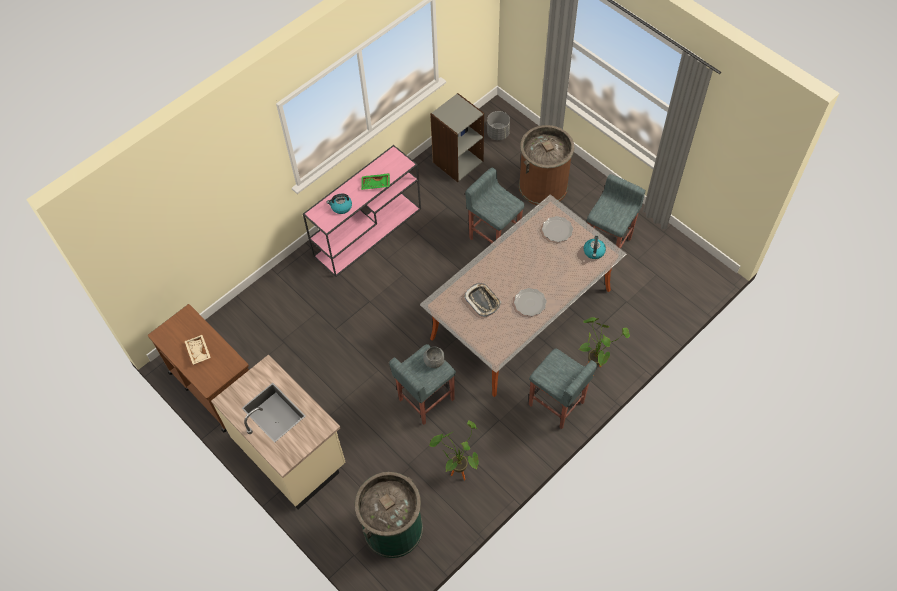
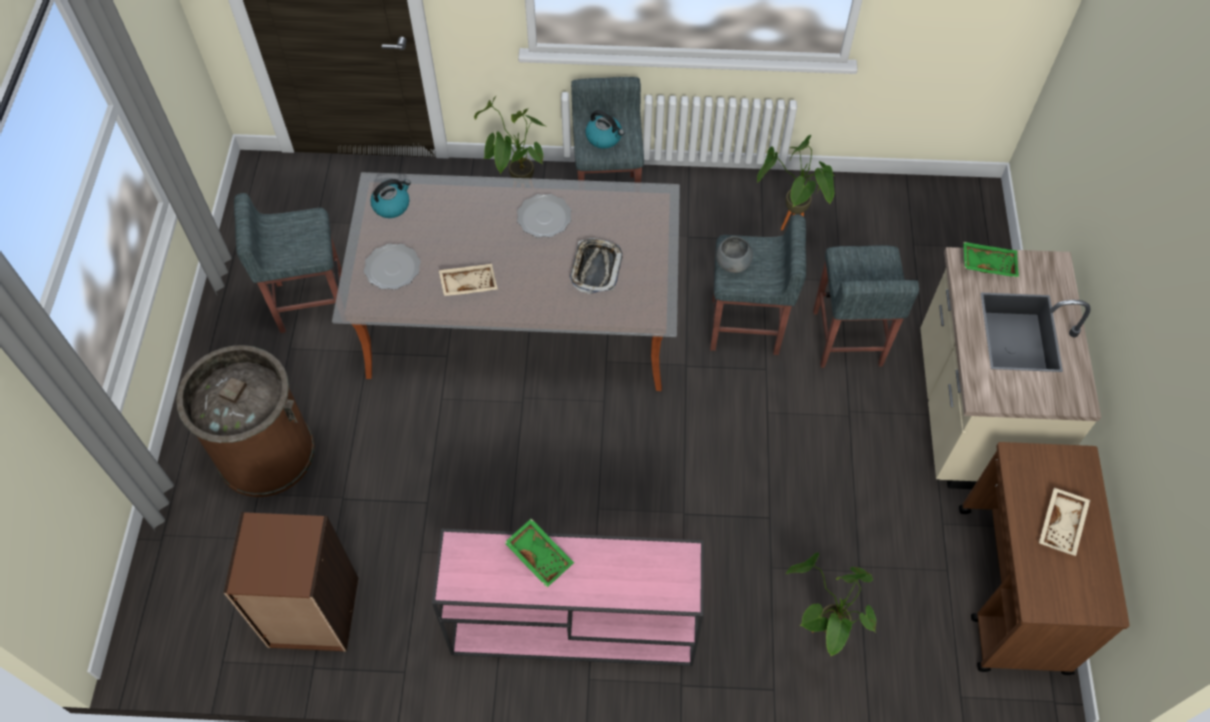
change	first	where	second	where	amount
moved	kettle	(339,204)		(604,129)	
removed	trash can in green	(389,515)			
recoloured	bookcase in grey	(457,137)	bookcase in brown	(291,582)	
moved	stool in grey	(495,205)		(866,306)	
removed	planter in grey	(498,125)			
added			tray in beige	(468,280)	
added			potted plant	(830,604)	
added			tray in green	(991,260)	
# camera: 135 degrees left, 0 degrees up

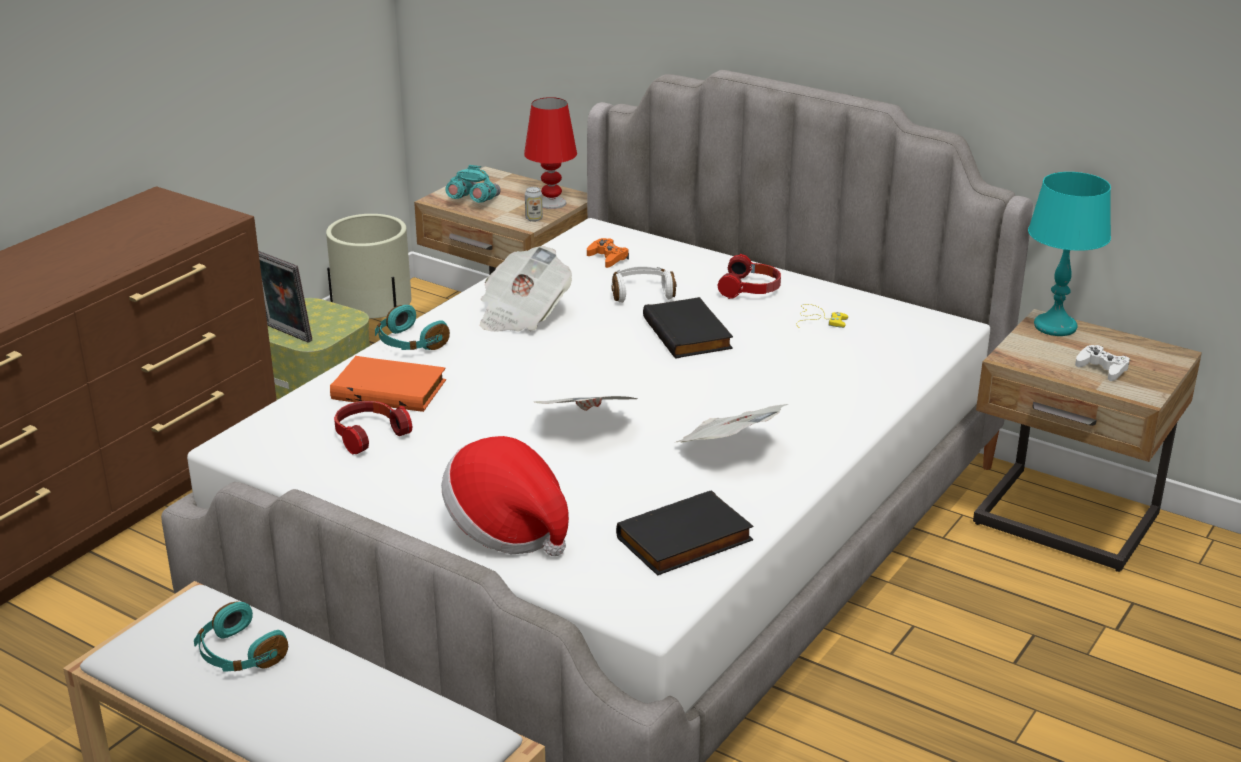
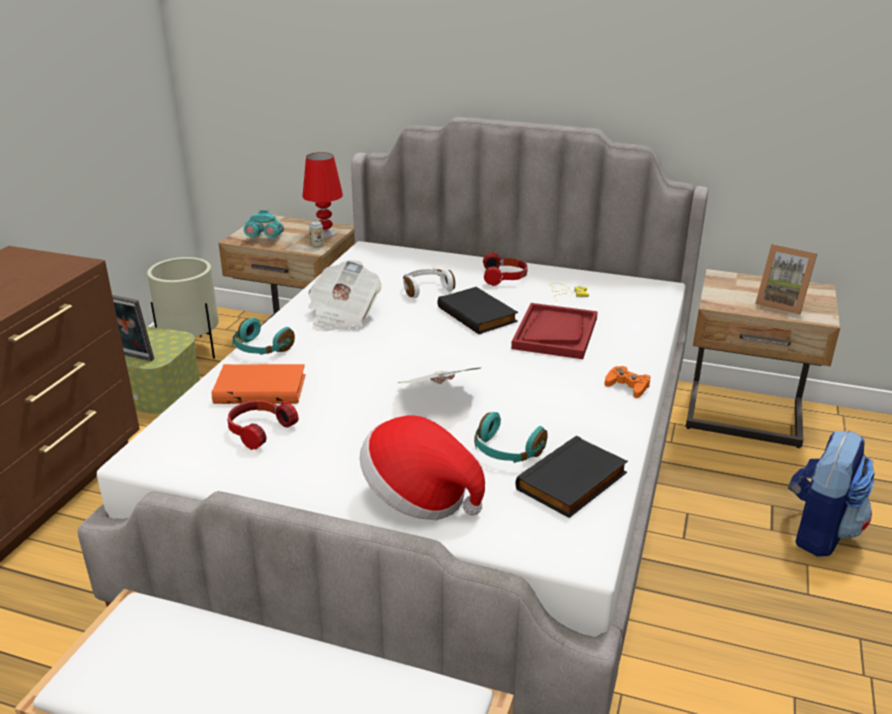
change	first	where	second	where	amount
moved	headphones in turquoise	(241,636)		(511,437)	
moved	game controller in orange	(608,253)		(627,382)	
removed	newspaper	(731,423)			
removed	table lamp in turquoise	(1069,254)			
replaced	game controller in white	(1102,363)	picture frame	(786,279)	
added			tray in red	(554,331)	
added			backpack	(831,493)	
# camera: 15 degrees left, 0 degrees up

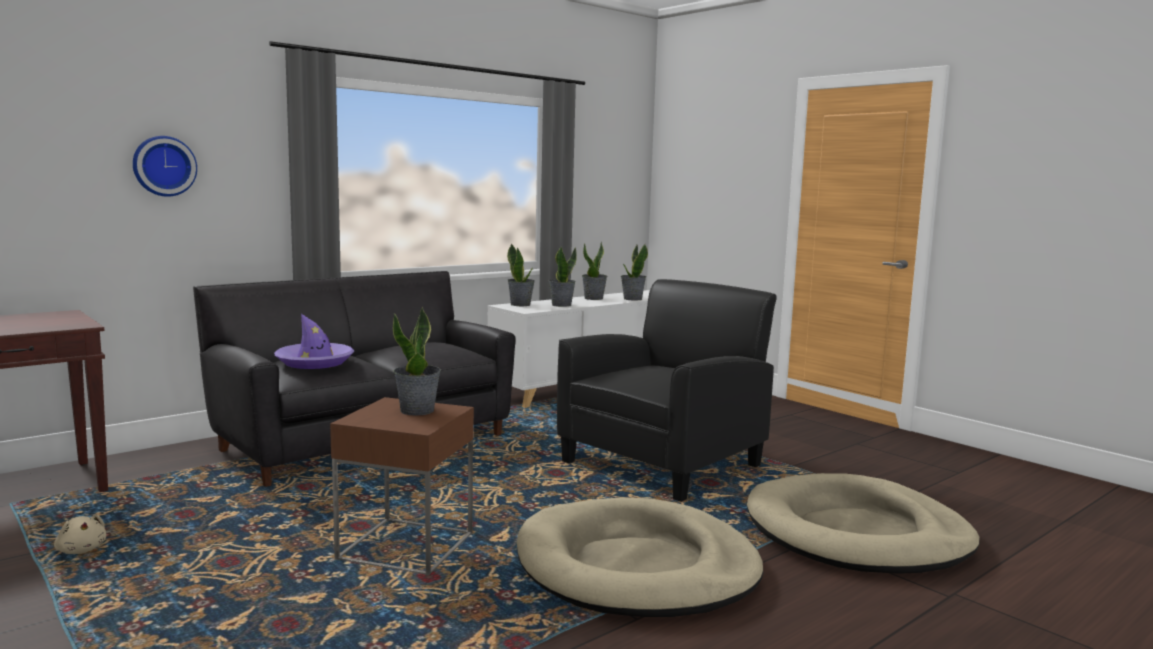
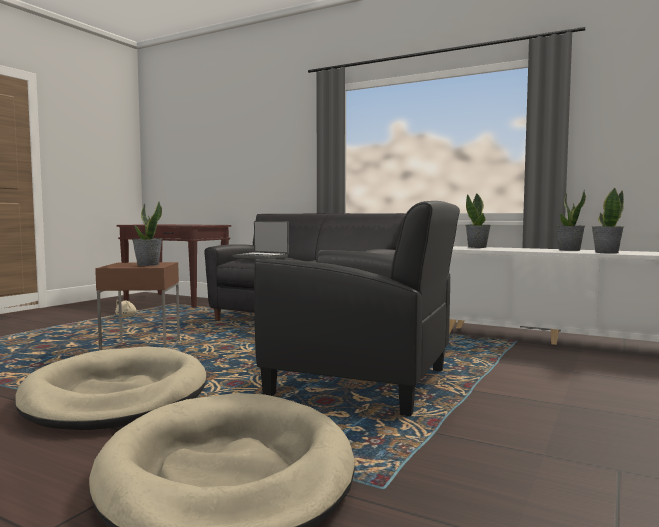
change	first	where	second	where	amount
removed	wall clock	(165,166)			
replaced	hat in purple	(314,341)	laptop	(261,240)	
removed	potted plant	(562,276)			
# camera: 70 degrees right, 5 degrees down

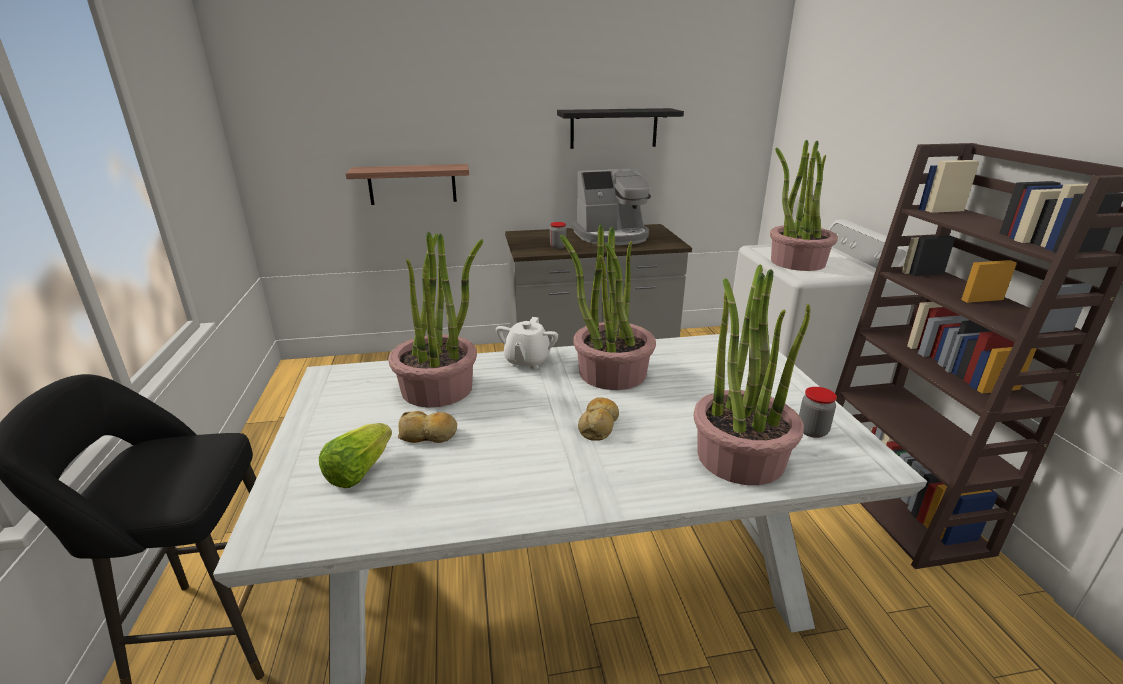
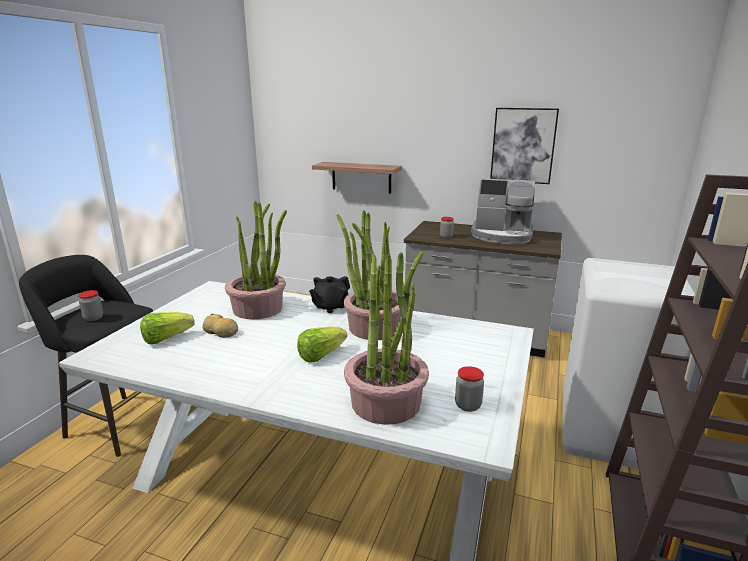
change	first	where	second	where	amount
recoloured	teapot in white	(527,343)	teapot in black	(329,294)	
replaced	shelf in black	(620,128)	picture	(524,146)	
replaced	bread	(598,419)	lettuce	(322,344)	
removed	potted plant	(804,205)			
added			jar	(90,305)	
# camera: 30 degrees right, 5 degrees down

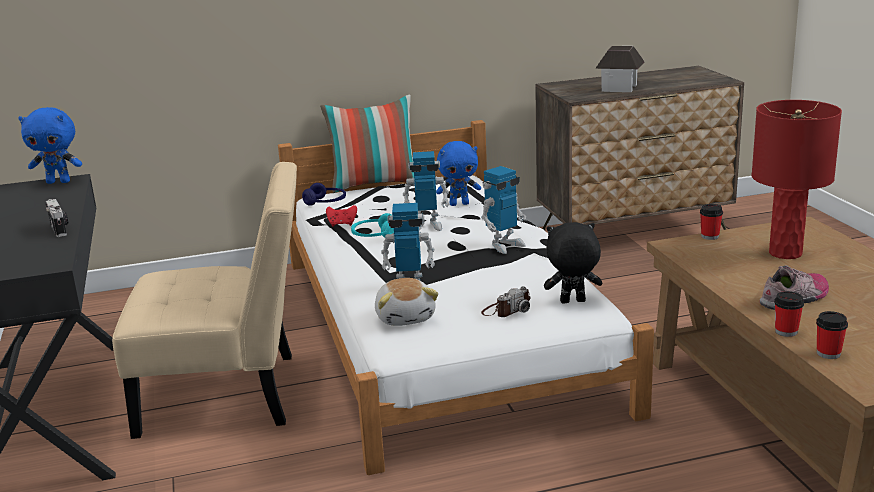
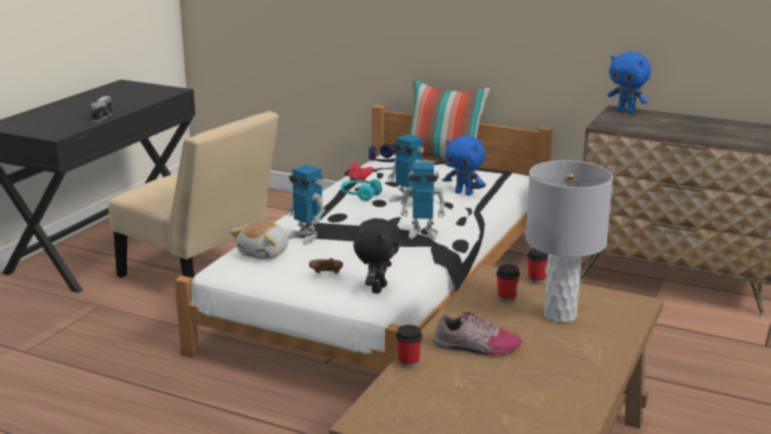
change	first	where	second	where	amount
moved	plush toy in blue	(50,145)		(629,83)	
replaced	photo camera	(506,301)	game controller in brown	(326,266)	
turned	plush toy in black	(573,263)		(377,256)	75 degrees clockwise
removed	toy house	(620,69)			
recoloured	table lamp in red	(796,179)	table lamp in grey	(569,241)	
moved	cup	(832,335)		(508,283)	
# camera: 40 degrees right, 0 degrees up

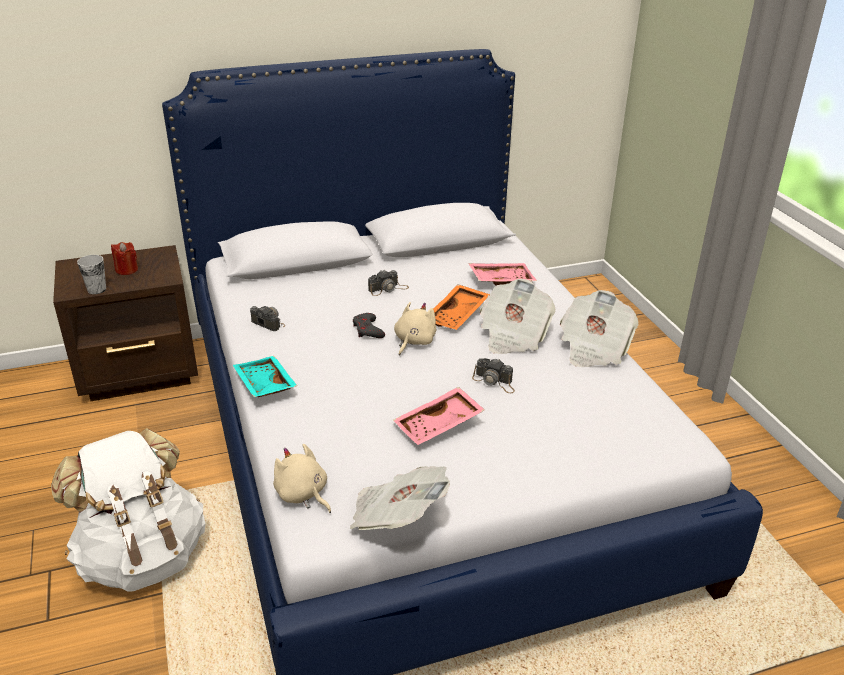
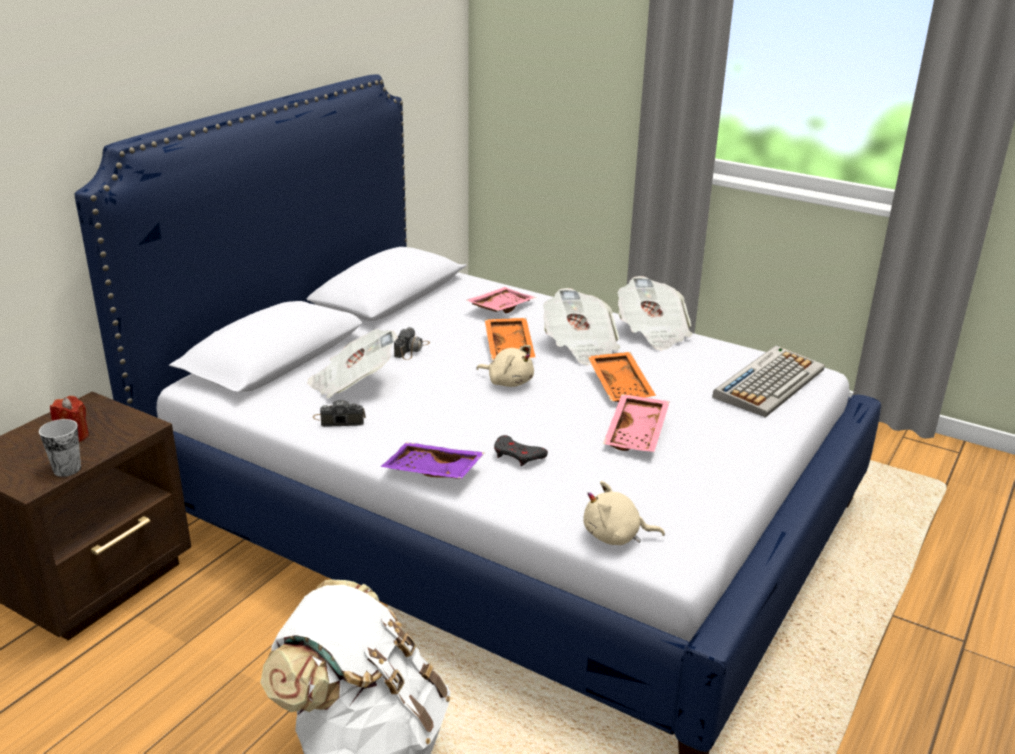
change	first	where	second	where	amount
recoloured	tray in turquoise	(265,376)	tray in purple	(432,460)	
moved	newspaper	(400,498)		(352,363)	
moved	game controller in grey	(369,325)		(521,450)	
turned	plush toy in beige	(415,329)		(505,366)	135 degrees clockwise
replaced	photo camera	(493,375)	tray in orange	(622,377)	
added			keyboard	(768,381)	
# camera: 40 degrees left, 5 degrees down

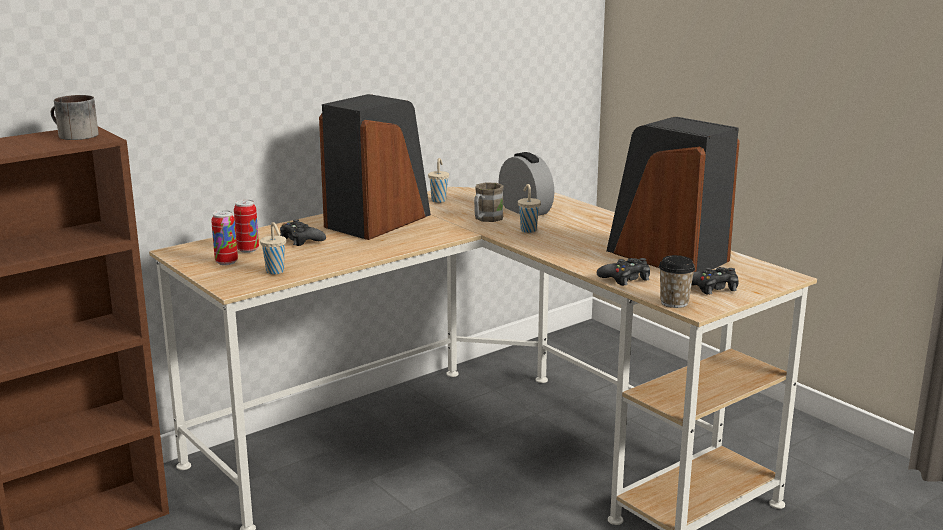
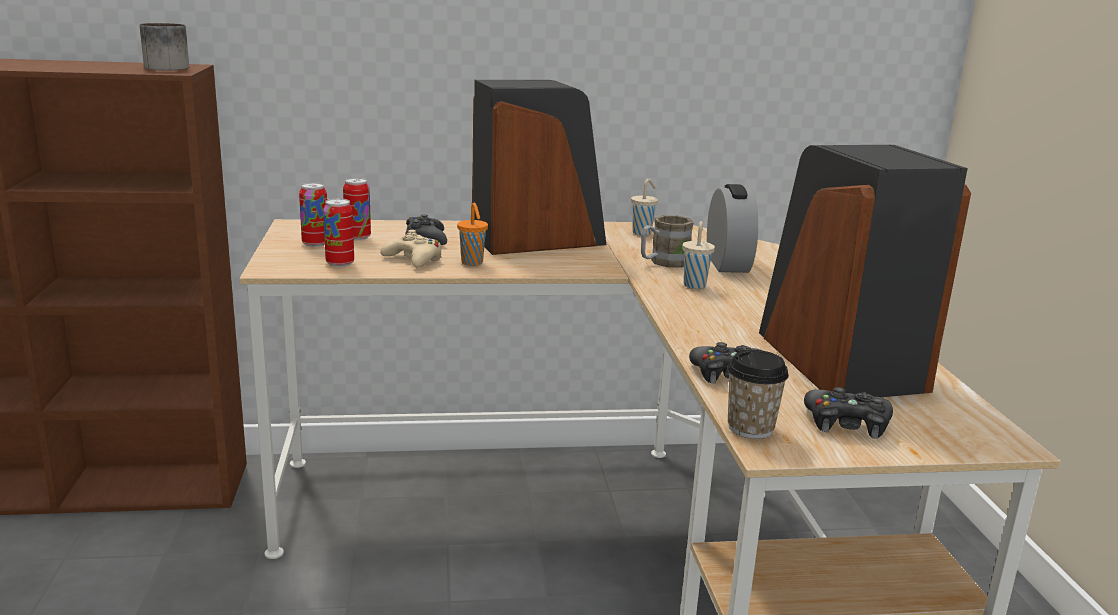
change	first	where	second	where	amount
replaced	cup in beige	(273,248)	can	(338,232)	
added			game controller in beige	(410,248)	
added			cup in orange	(472,234)	
# camera: 30 degrees right, 0 degrees up

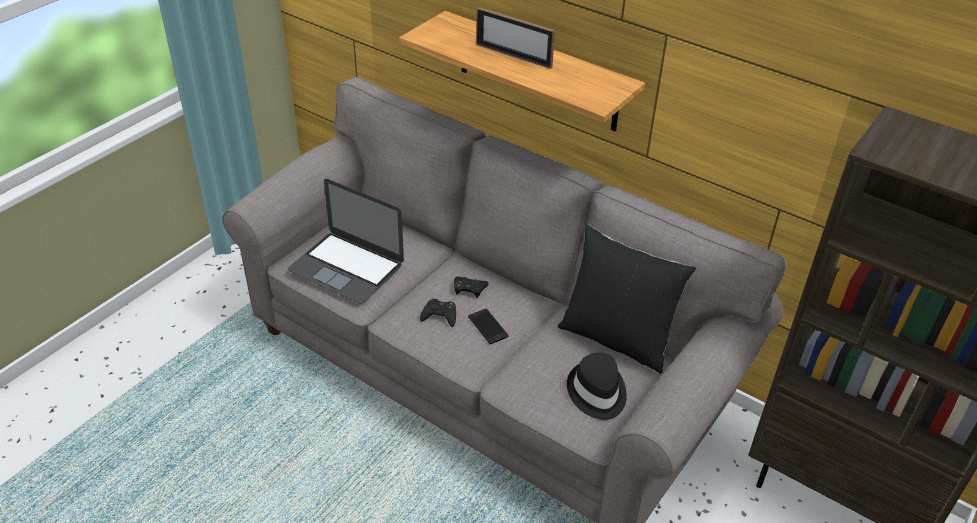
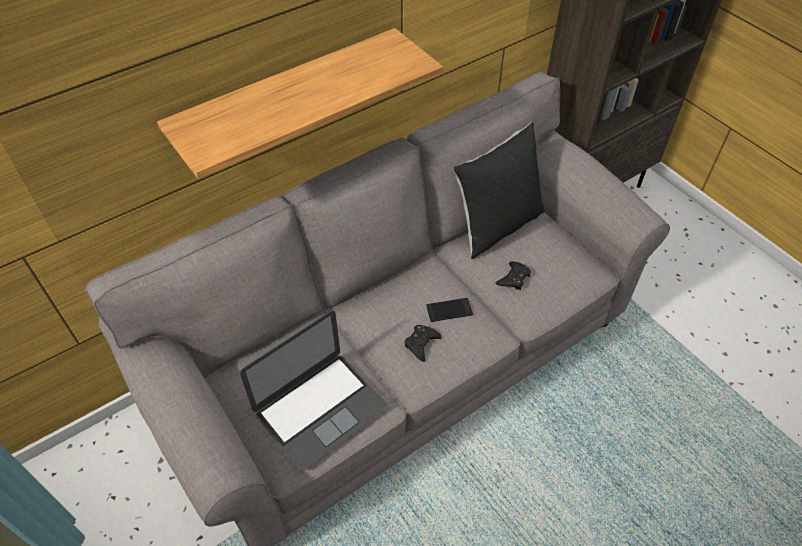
change	first	where	second	where	amount
moved	game controller in black	(471,287)		(513,275)	
removed	picture frame	(515,38)			
removed	hat in black	(597,386)			
# camera: 70 degrees left, 10 degrees up

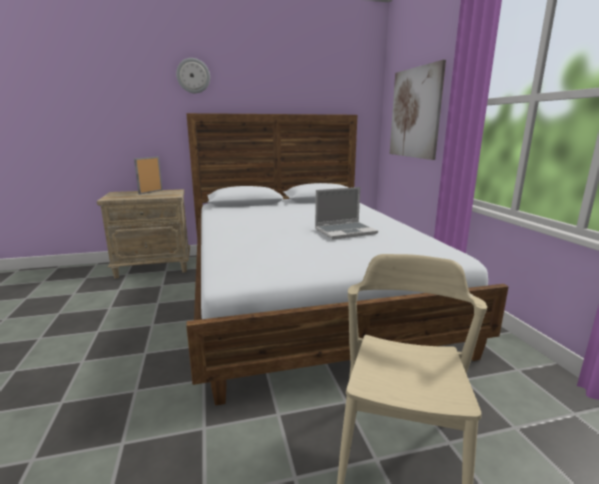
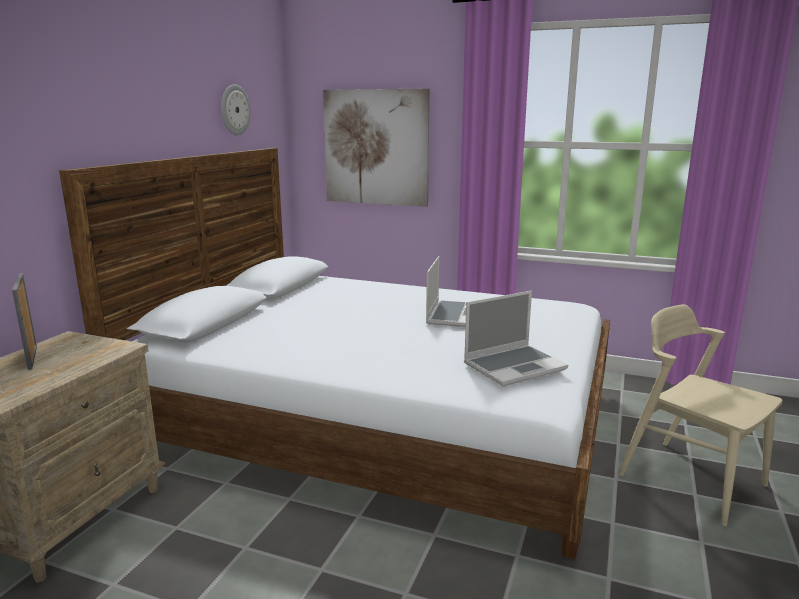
change	first	where	second	where	amount
moved	wall clock	(193,75)		(236,110)	
added			laptop	(516,338)	
# camera: 55 degrees left, 0 degrees up

